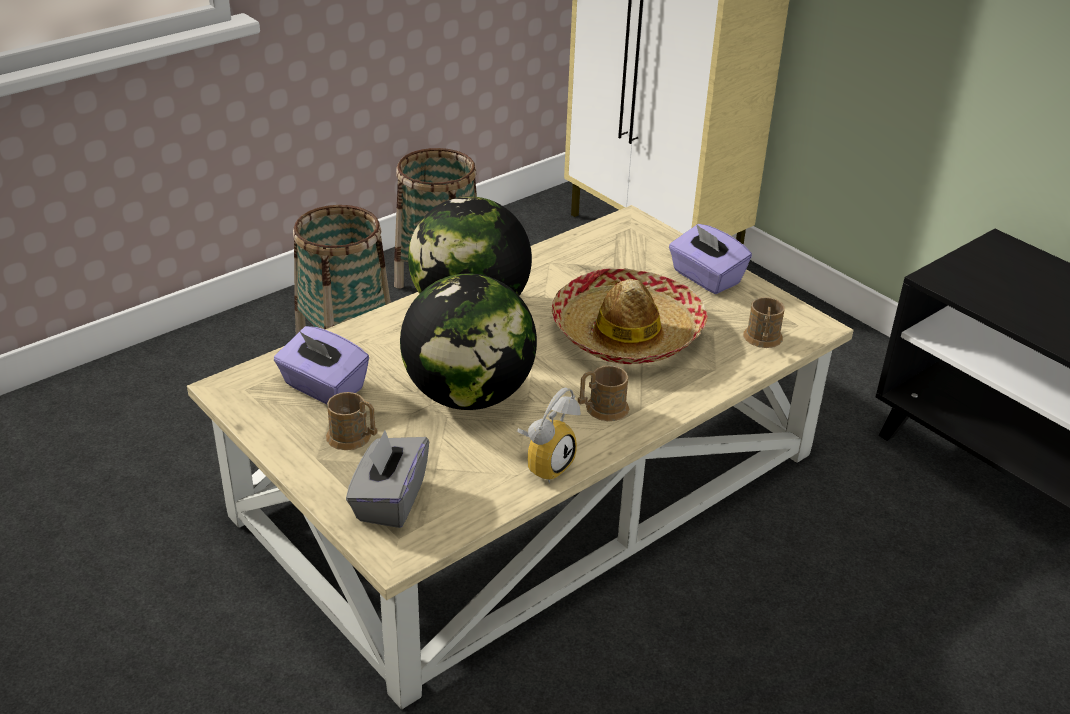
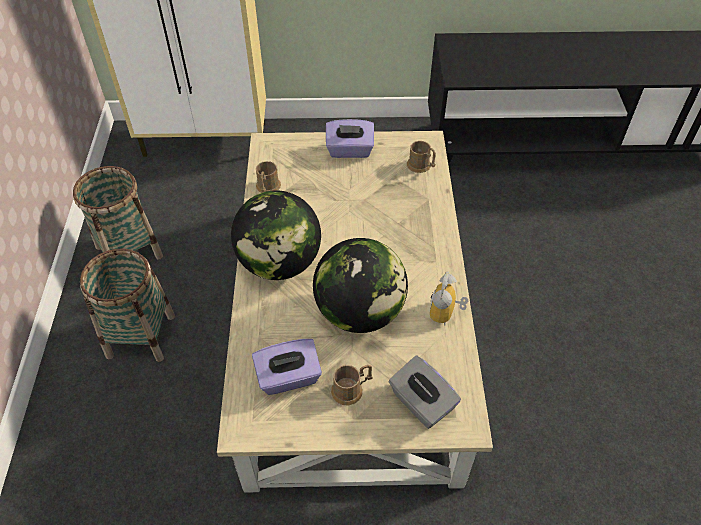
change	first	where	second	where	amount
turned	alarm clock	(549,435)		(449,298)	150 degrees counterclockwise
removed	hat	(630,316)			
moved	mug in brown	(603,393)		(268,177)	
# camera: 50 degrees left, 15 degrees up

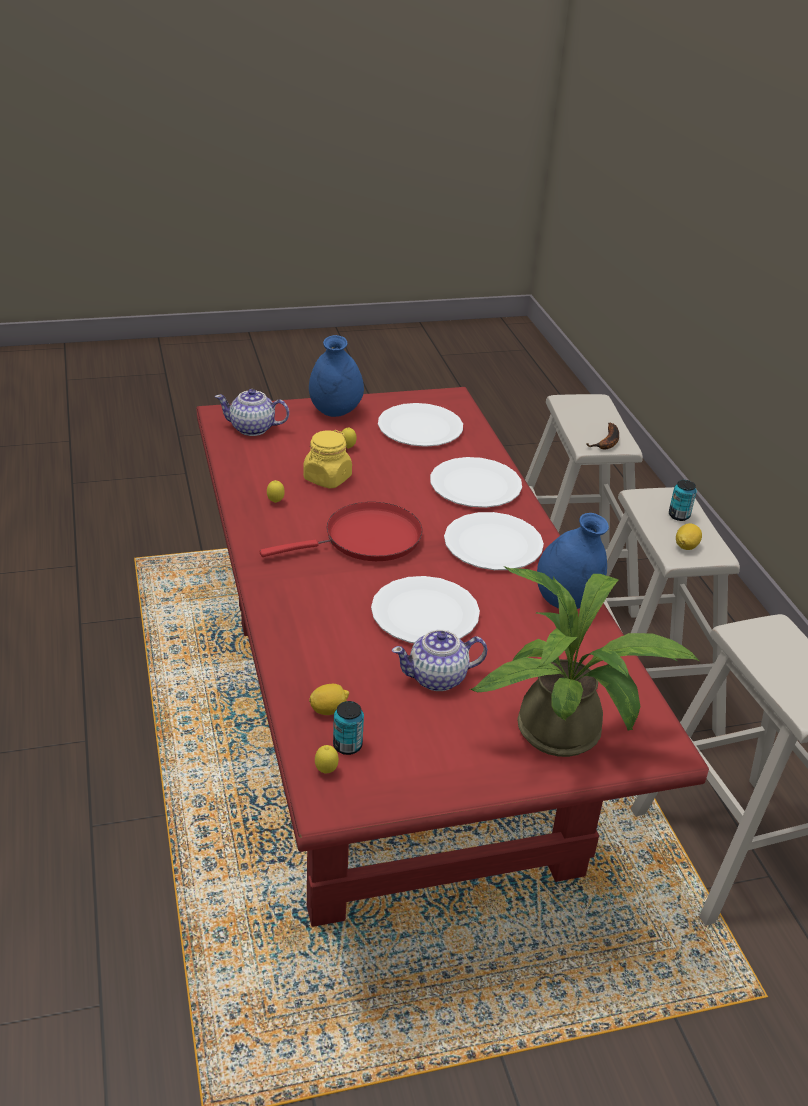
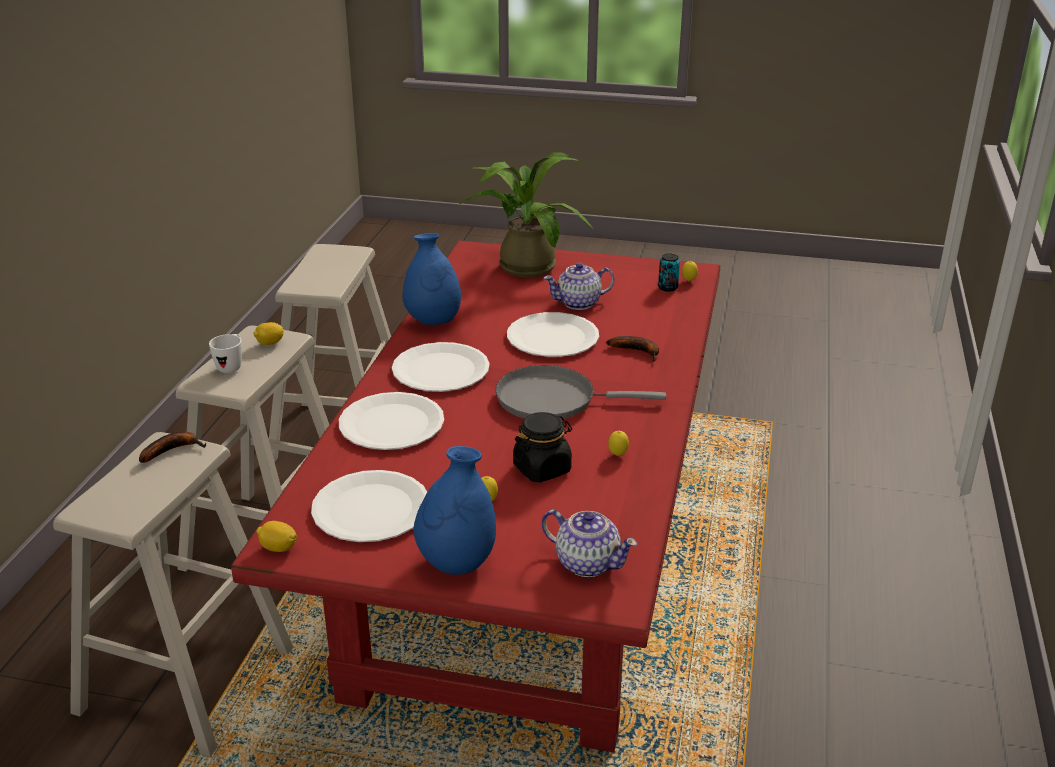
change	first	where	second	where	amount
recoloured	frying pan in red	(341,531)	frying pan in grey	(580,392)	
recoloured	jar in yellow	(327,459)	jar in black	(542,447)	
moved	lemon	(329,699)		(276,536)	
turned	teapot	(440,660)		(579,286)	150 degrees clockwise
replaced	can	(683,500)	mug in white	(225,353)	
added			banana	(632,349)	
# camera: 150 degrees left, 5 degrees down

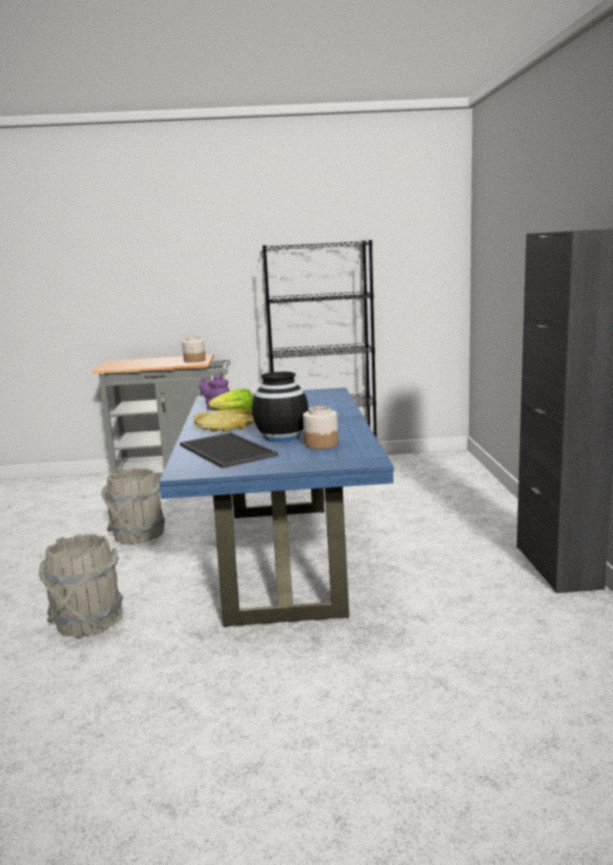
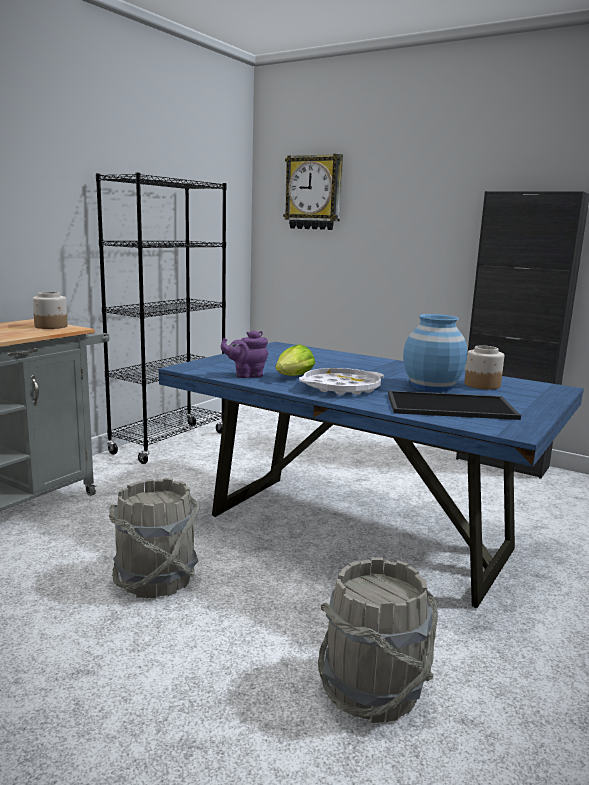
change	first	where	second	where	amount
recoloured	tray in yellow	(223,420)	tray in white	(341,381)	
recoloured	vase in black	(280,407)	vase in blue	(435,353)	
added			wall clock	(313,192)	
# camera: 55 degrees left, 0 degrees up

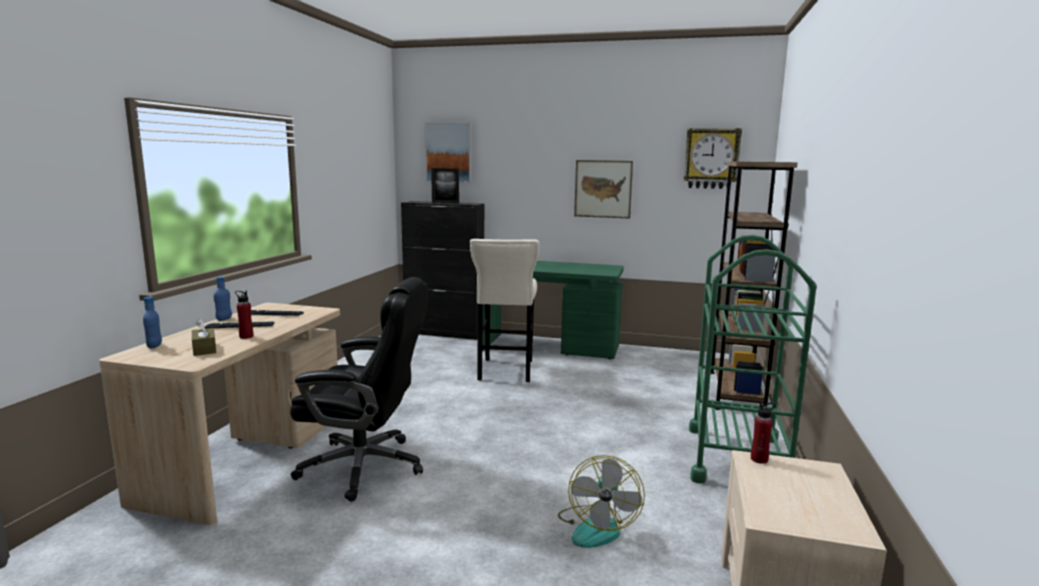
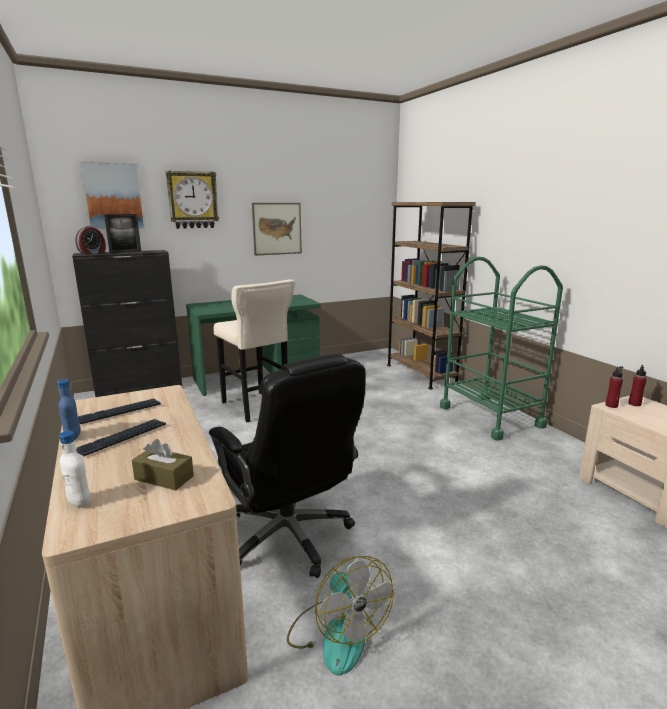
change	first	where	second	where	amount
recoloured	bottle in blue	(152,323)	bottle in white	(75,469)	
moved	bottle in red	(244,314)		(638,385)	
turned	office chair in black	(359,389)		(287,465)	90 degrees clockwise
moved	fan	(601,501)		(340,615)	
moved	wall clock	(713,158)		(192,200)	
added			alarm clock	(90,240)	
# camera: 40 degrees left, 5 degrees up

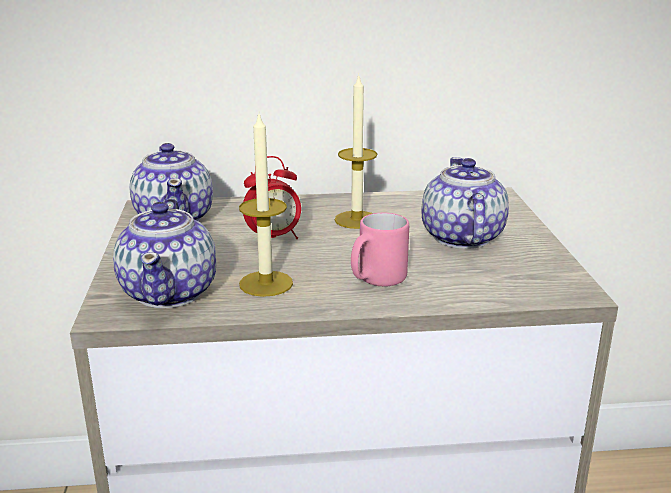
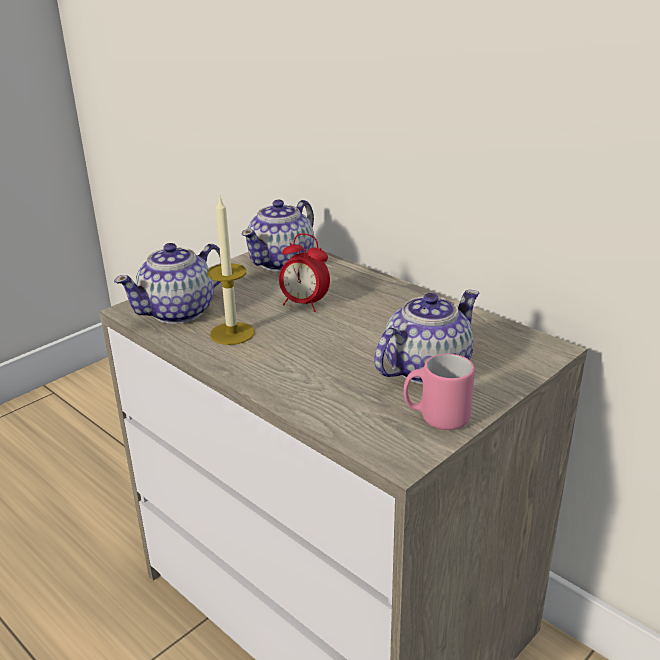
change	first	where	second	where	amount
removed	candle	(356,151)			
moved	mug in pink	(380,250)		(439,392)	
# camera: 50 degrees right, 5 degrees up

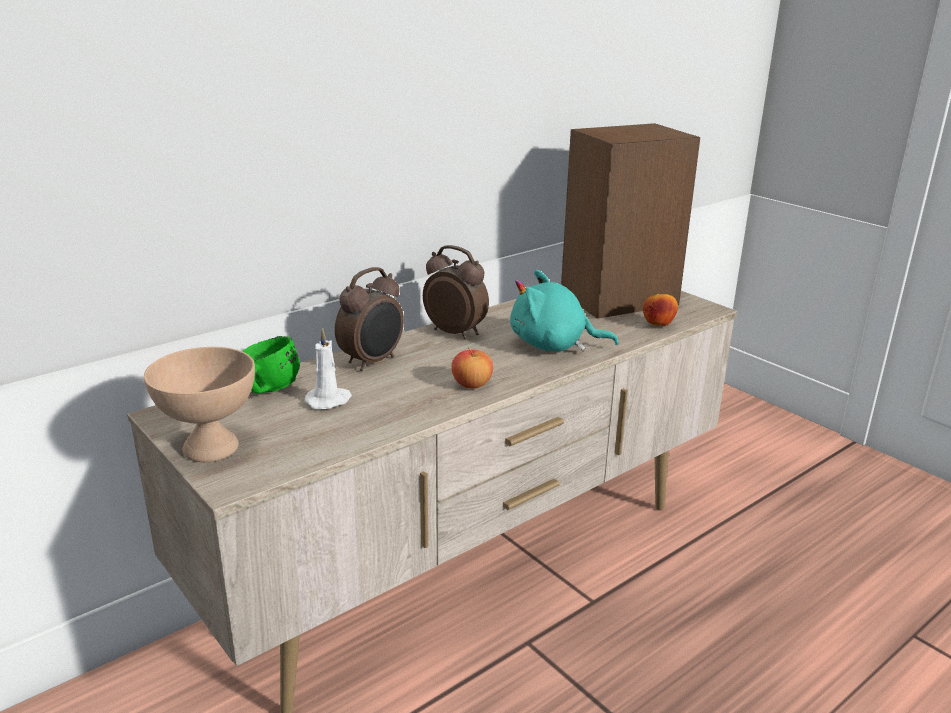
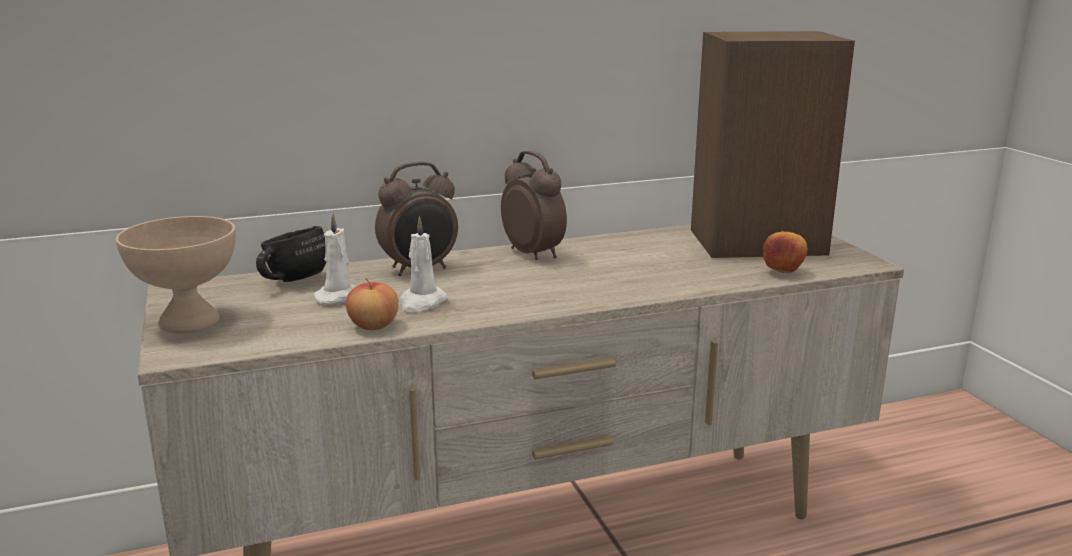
change	first	where	second	where	amount
recoloured	mug in green	(271,364)	mug in black	(291,254)	
moved	apple	(472,368)		(372,304)	
removed	plush toy in turquoise	(564,310)			
added			candle in white	(424,264)	
# camera: 20 degrees right, 5 degrees down

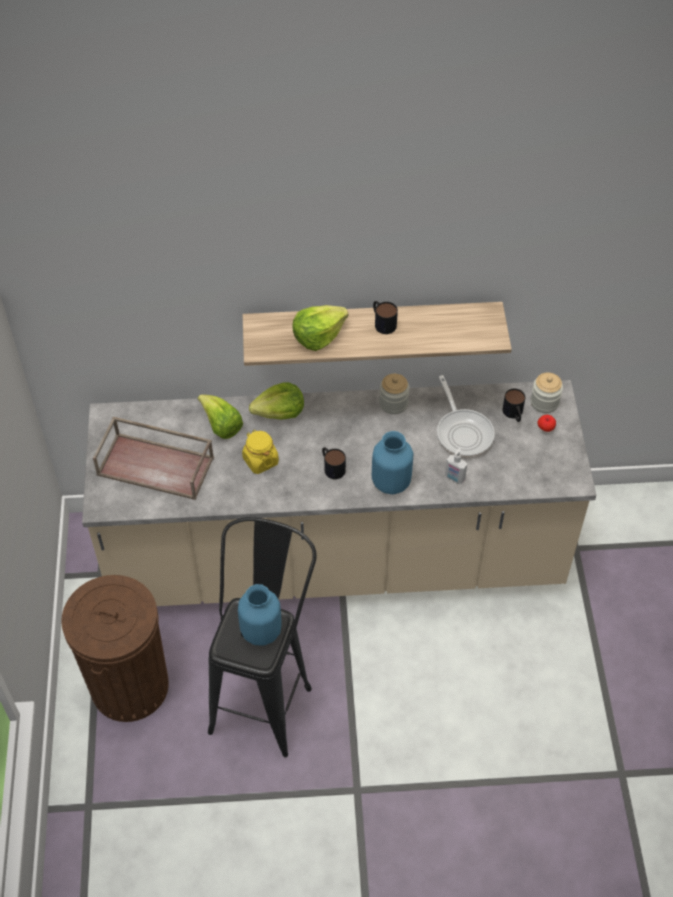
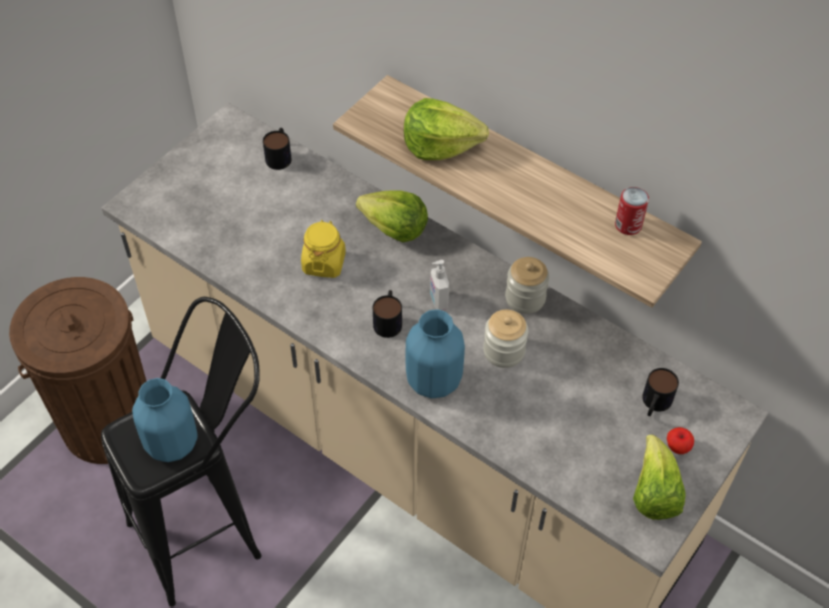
change	first	where	second	where	amount
removed	tray in brown	(153,458)			
moved	lettuce	(220,417)		(659,477)	
moved	mug	(385,317)		(277,149)	
removed	frying pan	(466,416)			
moved	soap dispenser	(456,466)		(439,285)	
moved	jar	(547,393)		(505,339)	
added			can	(632,211)	
# camera: 40 degrees right, 0 degrees up

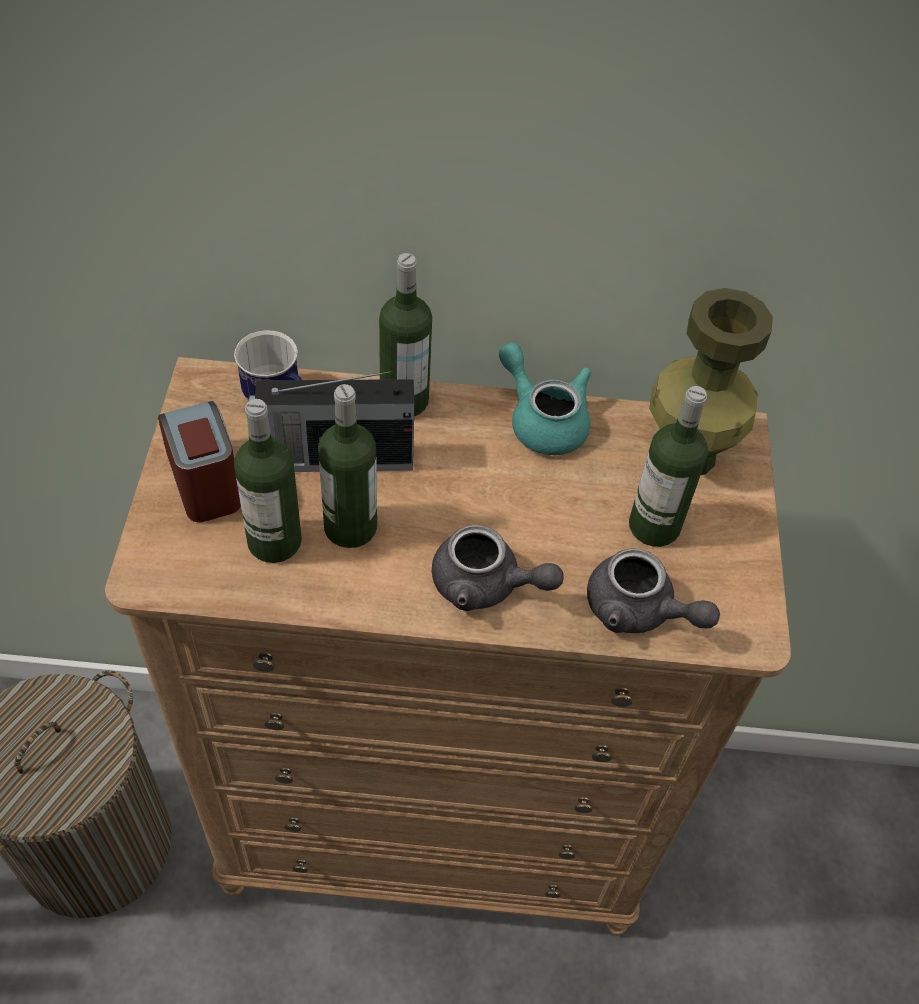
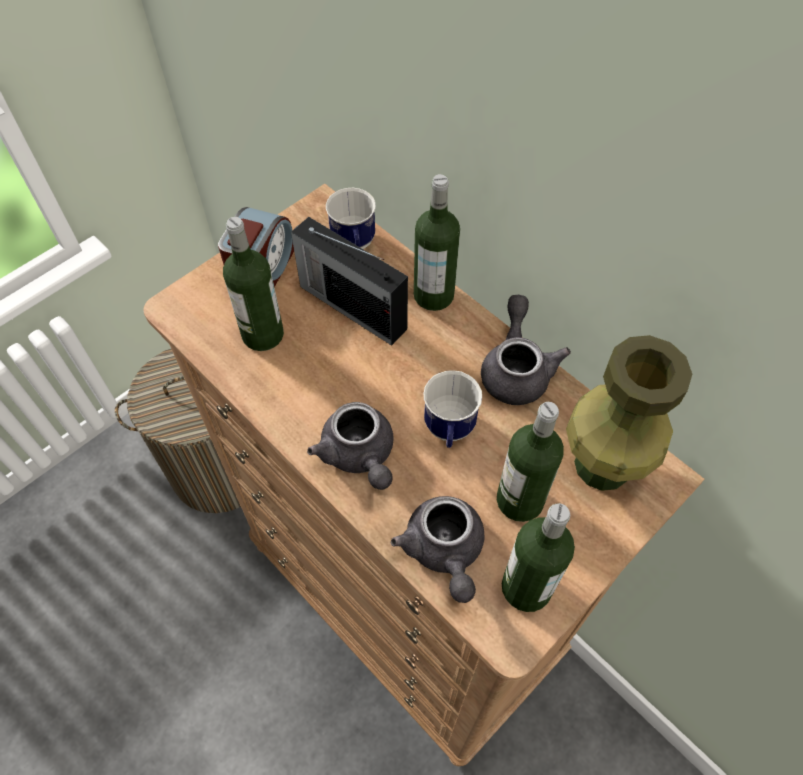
change	first	where	second	where	amount
moved	bottle	(347,466)		(538,557)	
recoloured	teapot in turquoise	(545,399)	teapot in grey	(526,350)	
added			mug	(453,409)	
# camera: 45 degrees right, 5 degrees up

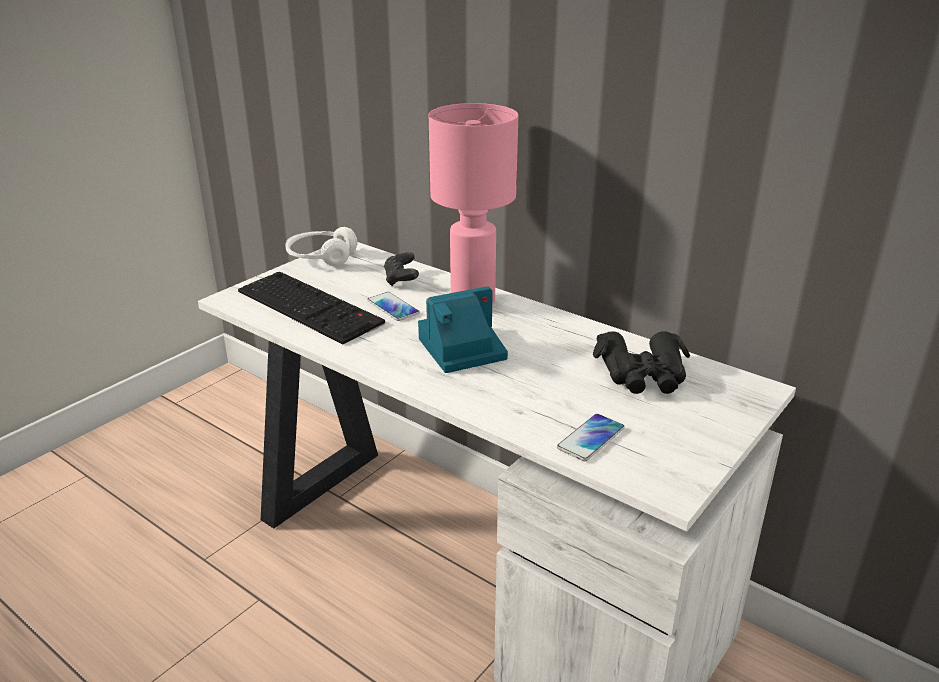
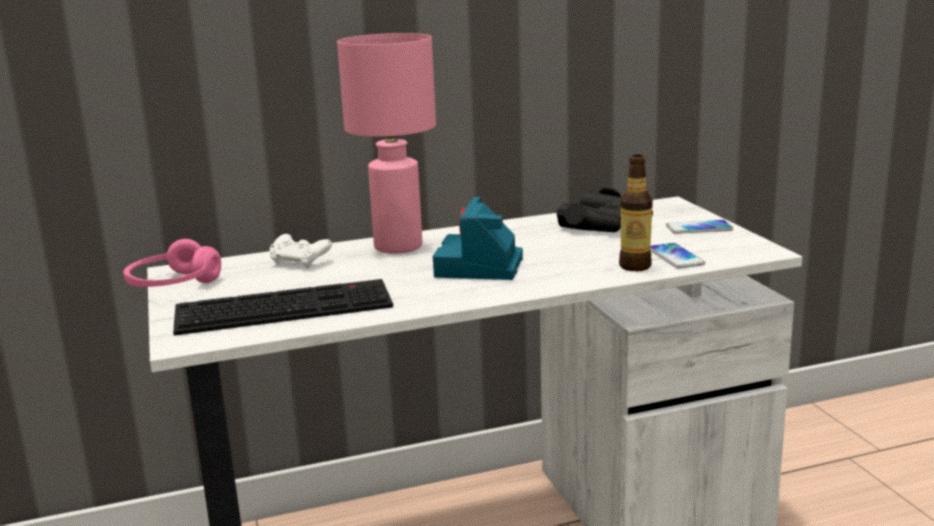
change	first	where	second	where	amount
recoloured	headphones in white	(321,246)	headphones in pink	(172,263)	
moved	phone	(393,306)		(699,227)	
recoloured	game controller in black	(401,269)	game controller in white	(301,251)	
added			bottle	(636,213)	
# camera: 55 degrees left, 10 degrees down

